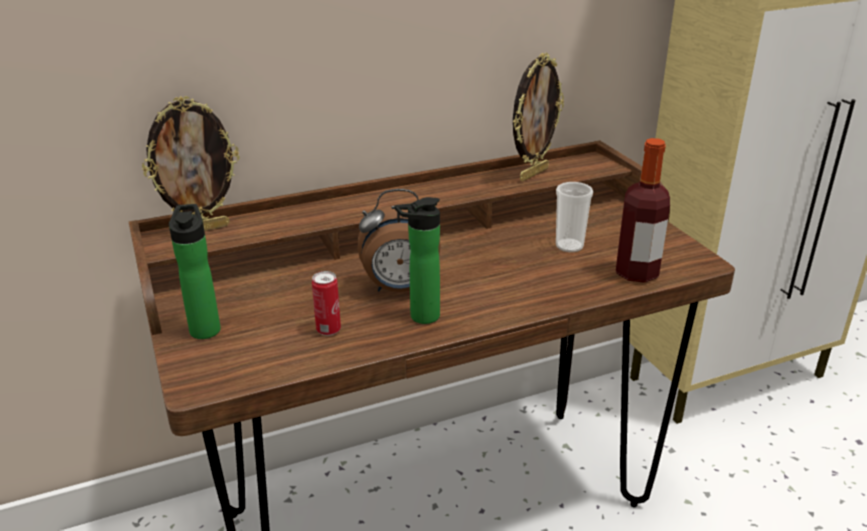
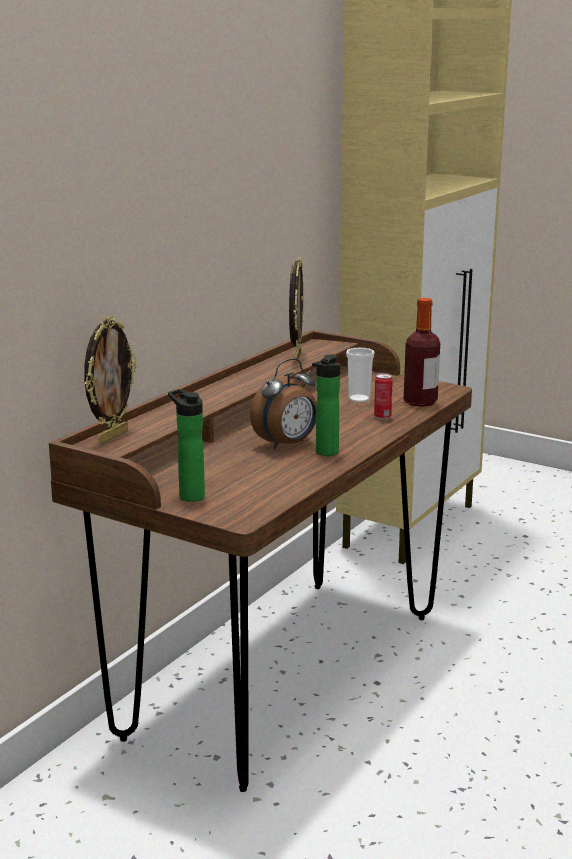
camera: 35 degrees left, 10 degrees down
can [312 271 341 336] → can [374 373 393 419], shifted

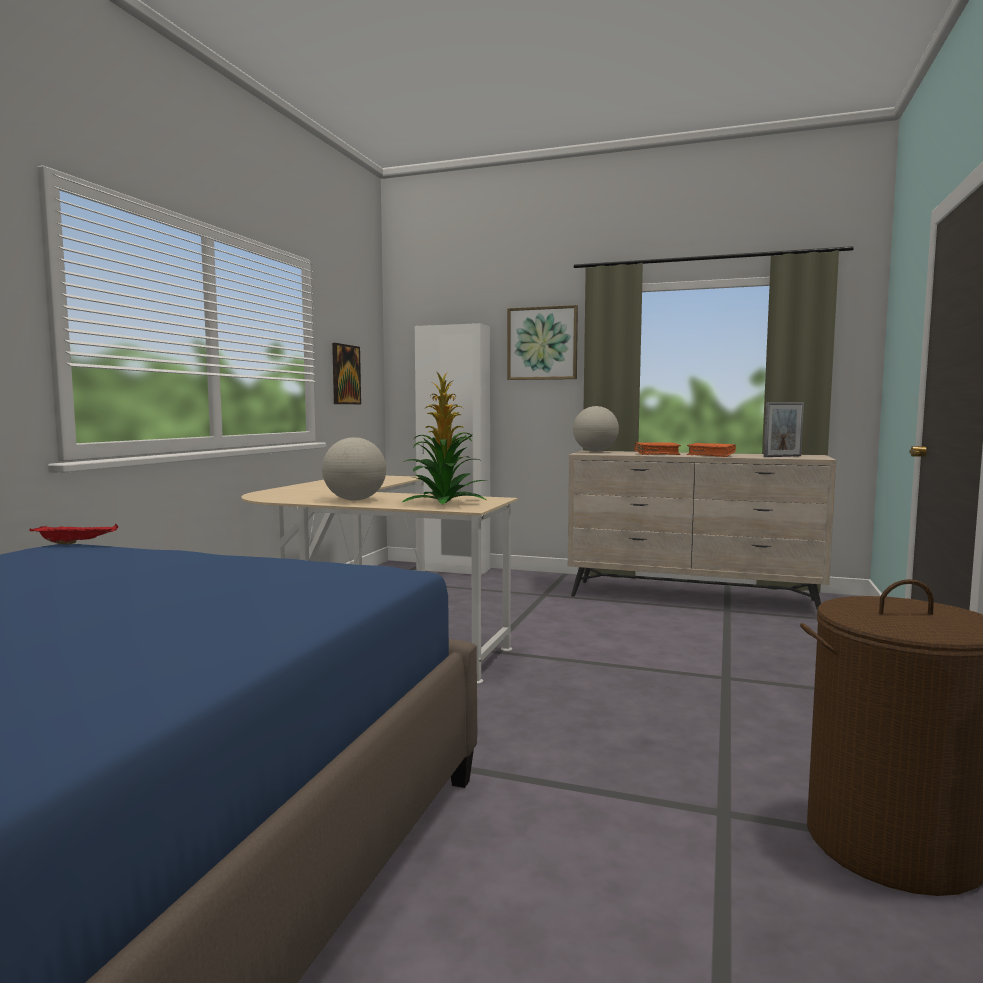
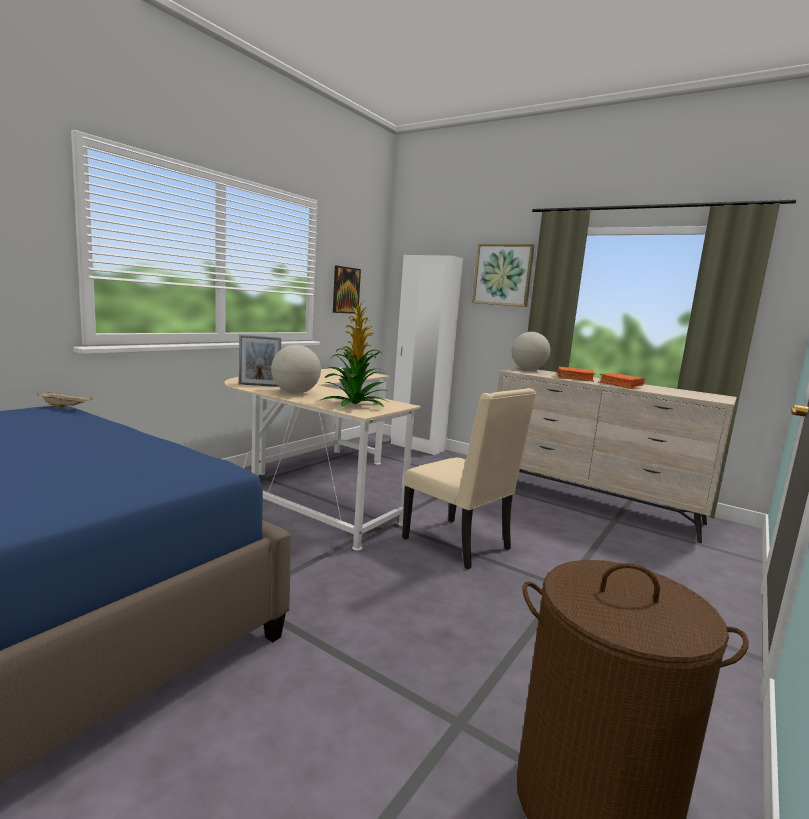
camera: 15 degrees right, 5 degrees up
- → chair (beige) [402 388 536 570]
picture frame [764 402 804 457] → picture frame [239 335 281 387], shifted
tray (red) [29 524 118 545] → tray (beige) [36 392 92 408]

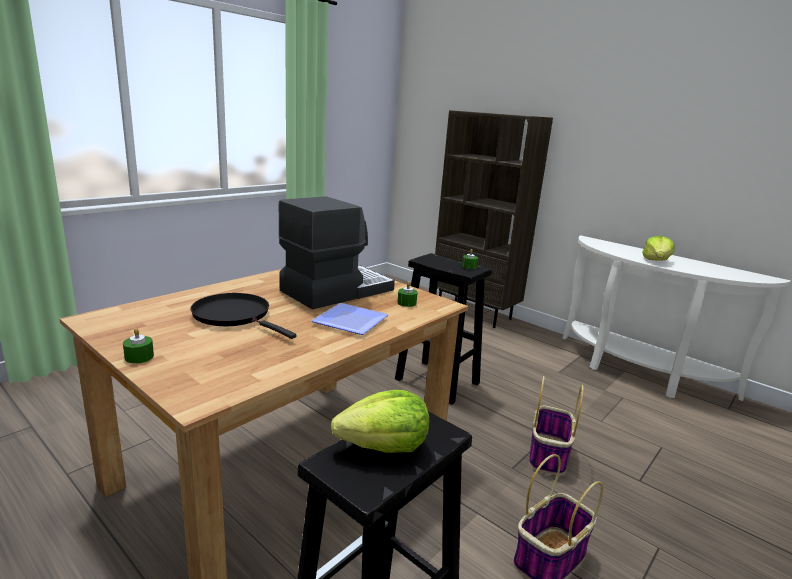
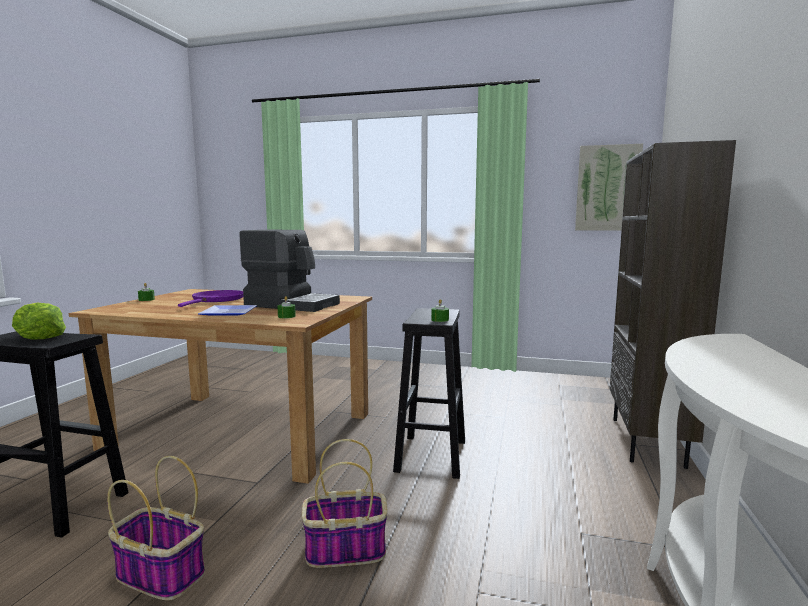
camera: 65 degrees right, 10 degrees down
lettuce [642 236 675 261] → -
- → picture [575 144 643 231]
frying pan (black) [190 293 297 339] → frying pan (purple) [178 290 243 307]

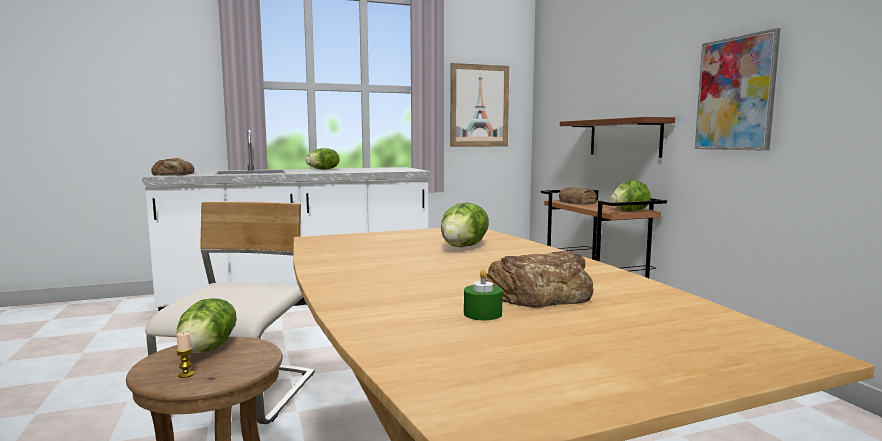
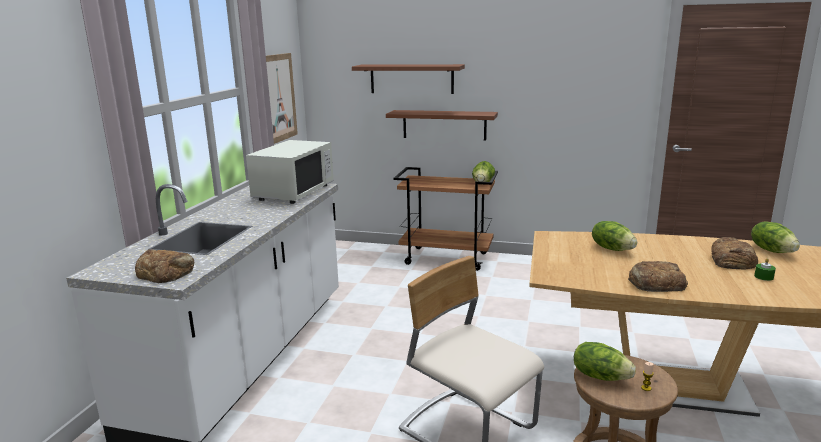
camera: 55 degrees left, 10 degrees up
picture [695 28 780 151] → -
- → microwave (white) [246 140 334 204]
- → shelf (brown) [352 64 465 94]
lettuce [305 148 339 170] → lettuce [751 221 800 253], shifted
bread [559 187 597 205] → bread [628 261 688 292], shifted

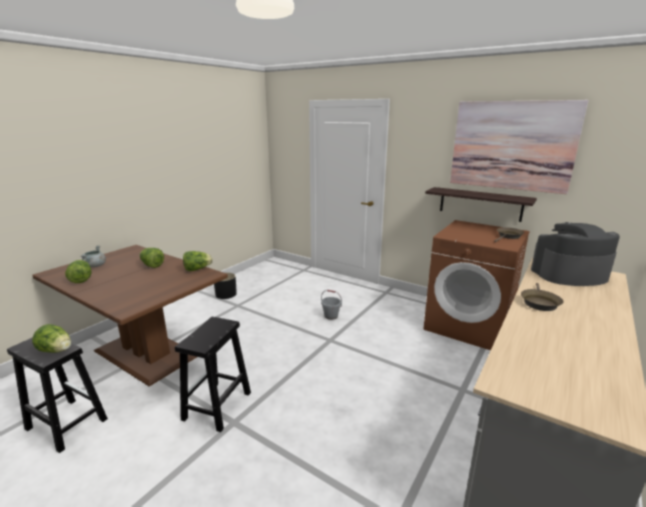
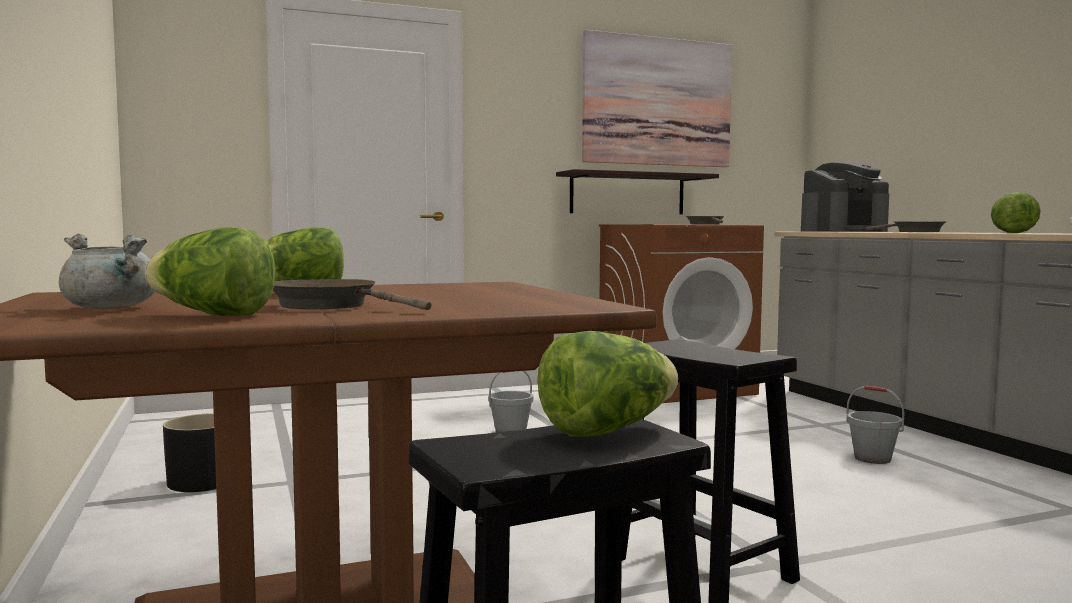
camera: 55 degrees left, 15 degrees down
- → frying pan (brown) [273 279 431 310]
- → bucket (grey) [846 385 905 464]
lettuce [183 251 213 271] → lettuce [991 192 1041 233], shifted
coffee machine [531 222 620 286] → coffee machine [801 162 889 232], 150 degrees counterclockwise

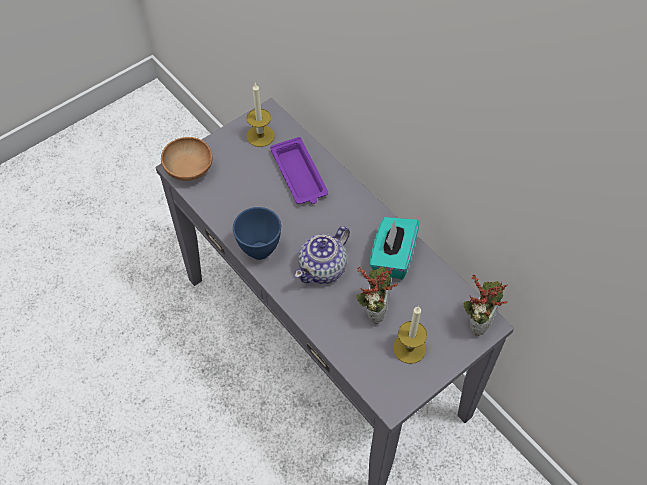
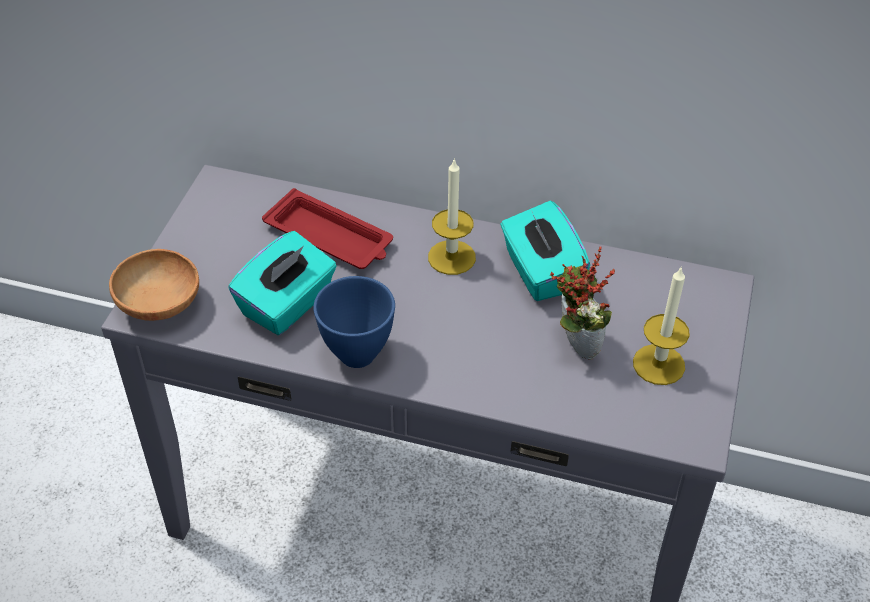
camera: 35 degrees left, 10 degrees down
teapot [294 226 350 284] → -
potted plant [464 275 508 336] → -
- → tissue box (turquoise) [228 231 337 335]
candle [246 83 275 147] → candle [428 158 476 275], shifted
tray (purple) [270 137 328 204] → tray (red) [262 188 393 269]

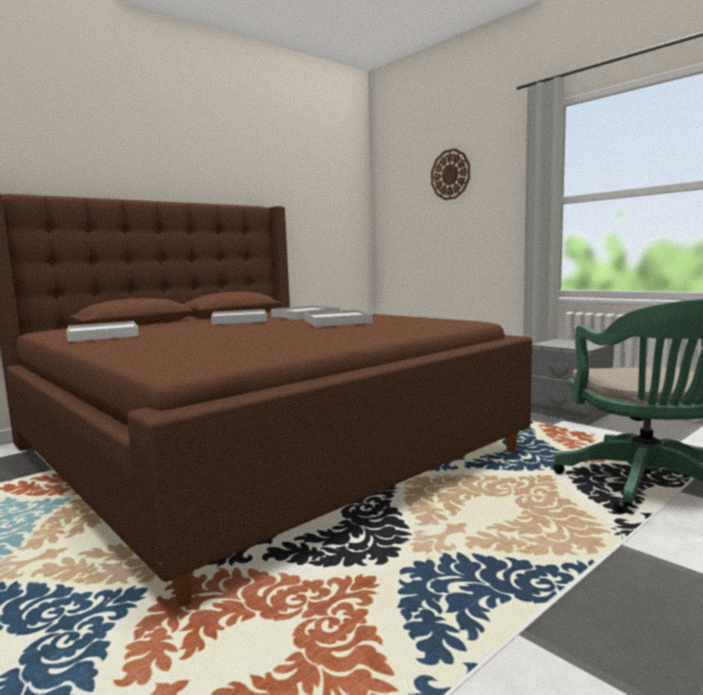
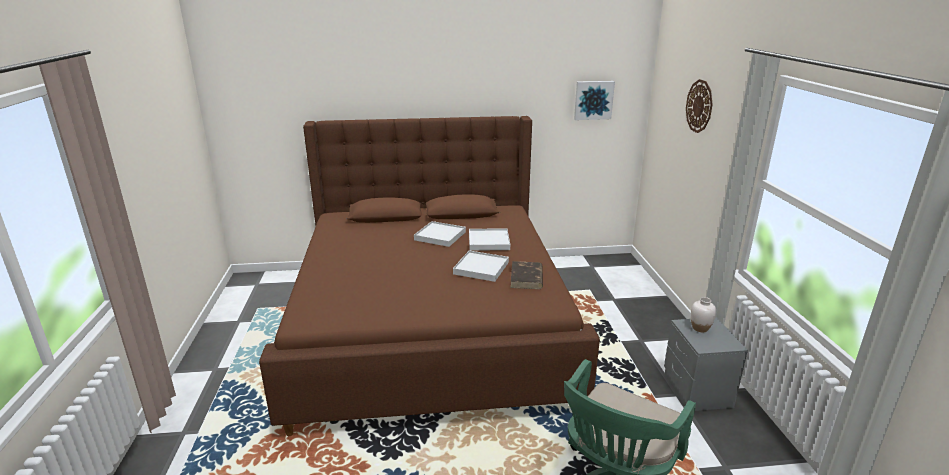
camera: 35 degrees right, 15 degrees up
tray (white) [66 321 139 342] → -
- → book (brown) [511 261 543 289]
- → picture [574 81 615 120]
- → vase (white) [691 297 716 332]

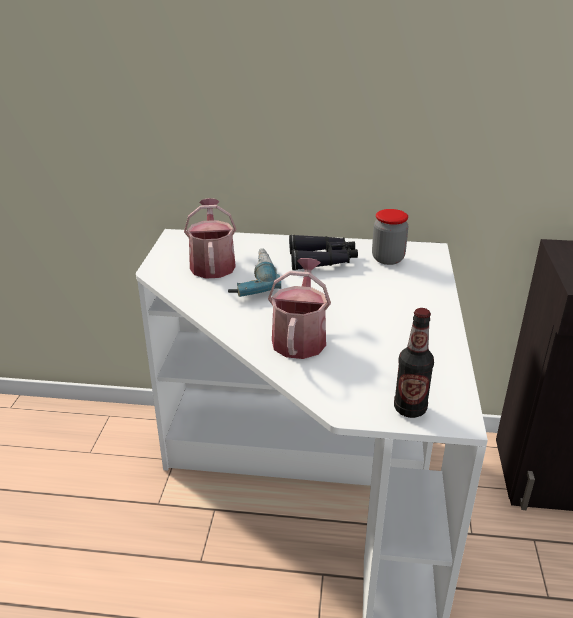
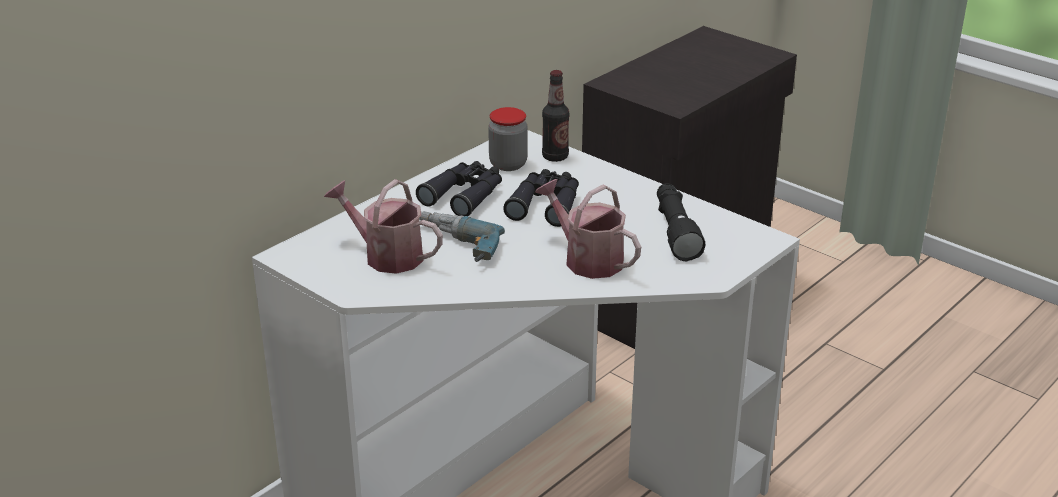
camera: 55 degrees left, 0 degrees up
- → binoculars (black) [503 169 579 227]
- → flashlight (black) [657 183 705 262]
bottle [394 308 434 418] → bottle [542 70 570 162], shifted

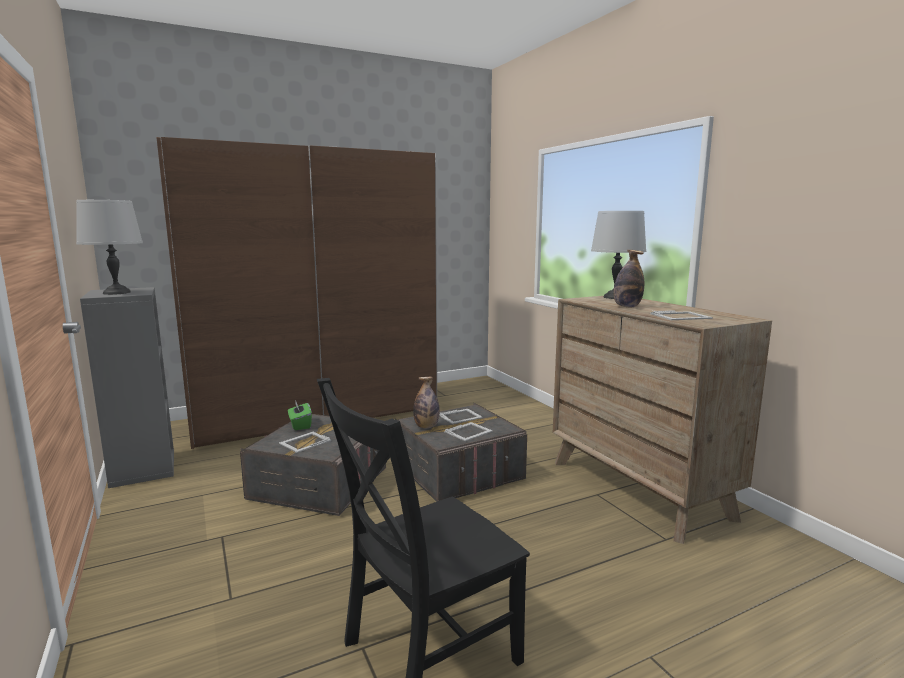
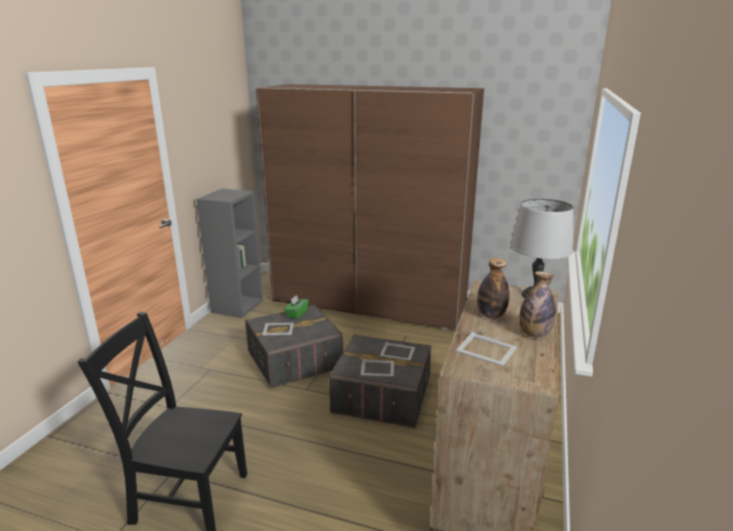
camera: 45 degrees right, 10 degrees up
table lamp (grey) [76 200 143 295] → -
bottle [413 377 440 428] → bottle [519 271 556 337], shifted

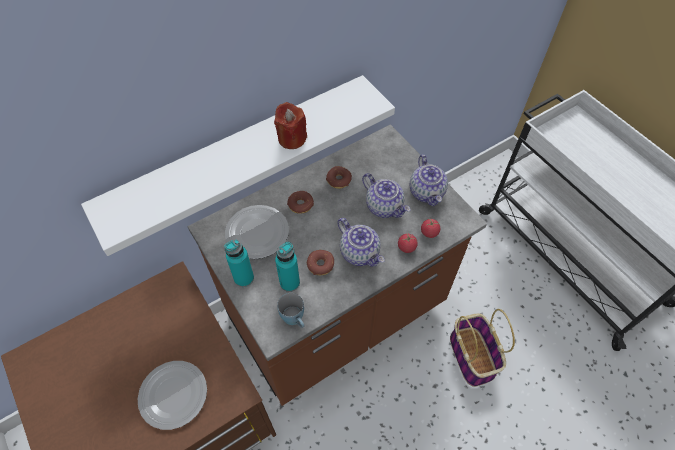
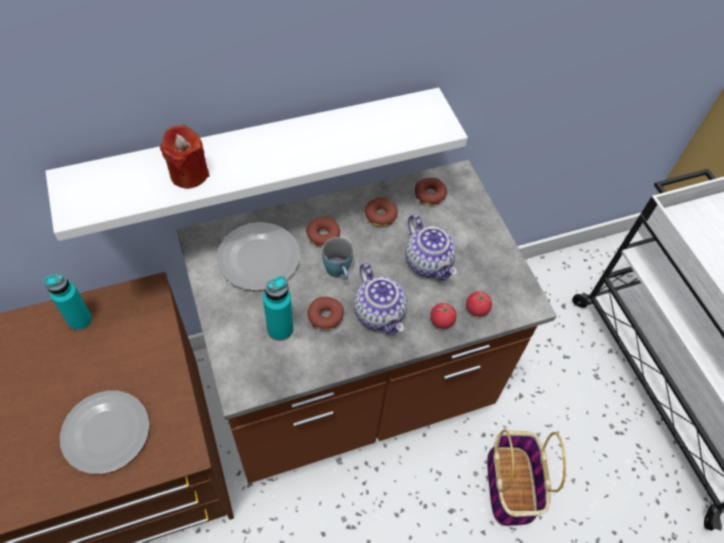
camera: 10 degrees right, 0 degrees up
teapot [410 155 448 206] → -
- → donut [415 178 447 205]
bottle (turquoise) [224 240 254 287] → bottle (turquoise) [44 274 92 331], shifted
candle (red) [274 102 307 149] → candle (red) [160 125 209 189], shifted
mug (blue) [277 293 305 328] → mug (blue) [322 237 353 280], shifted

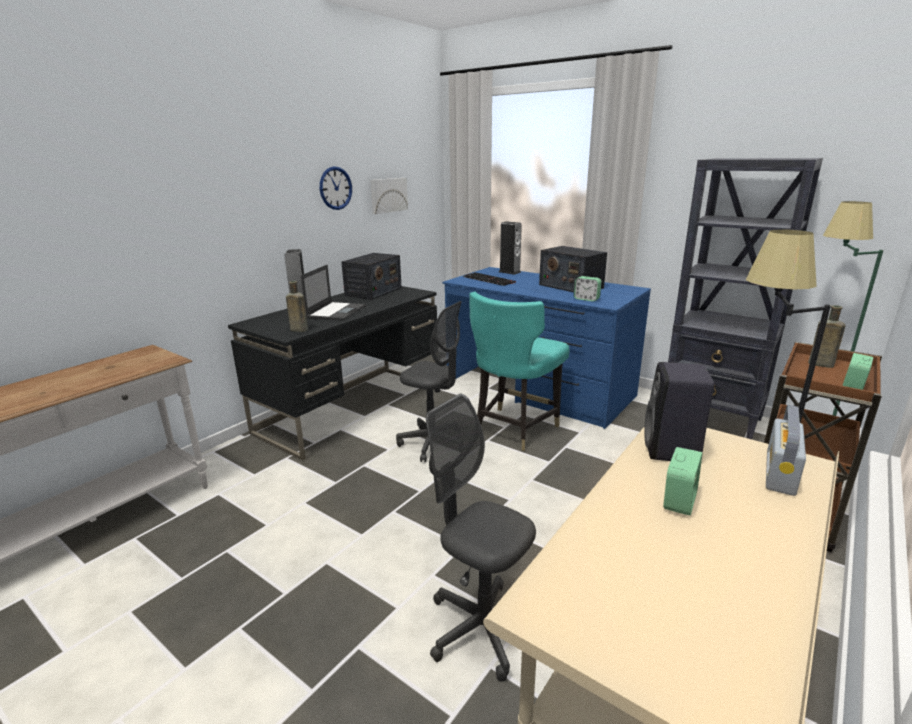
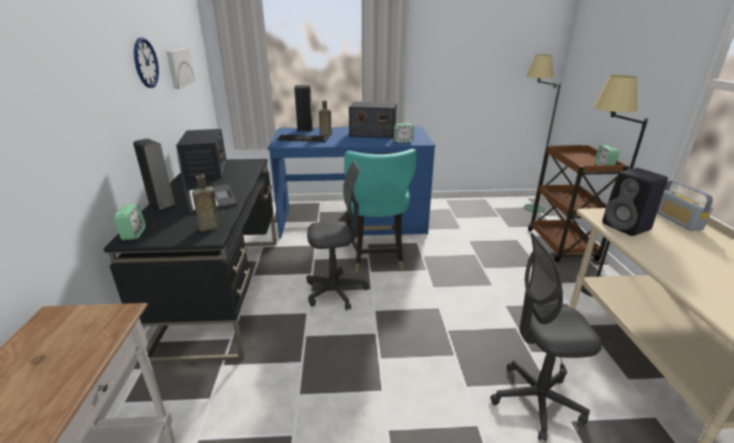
camera: 40 degrees left, 5 degrees up
bookcase (black) [668 158 823 440] → -
alarm clock [663 447 702 515] → alarm clock [114 204 146 240], shifted
bottle (brown) [808 305 845 368] → bottle (brown) [319 101 332 136], shifted

